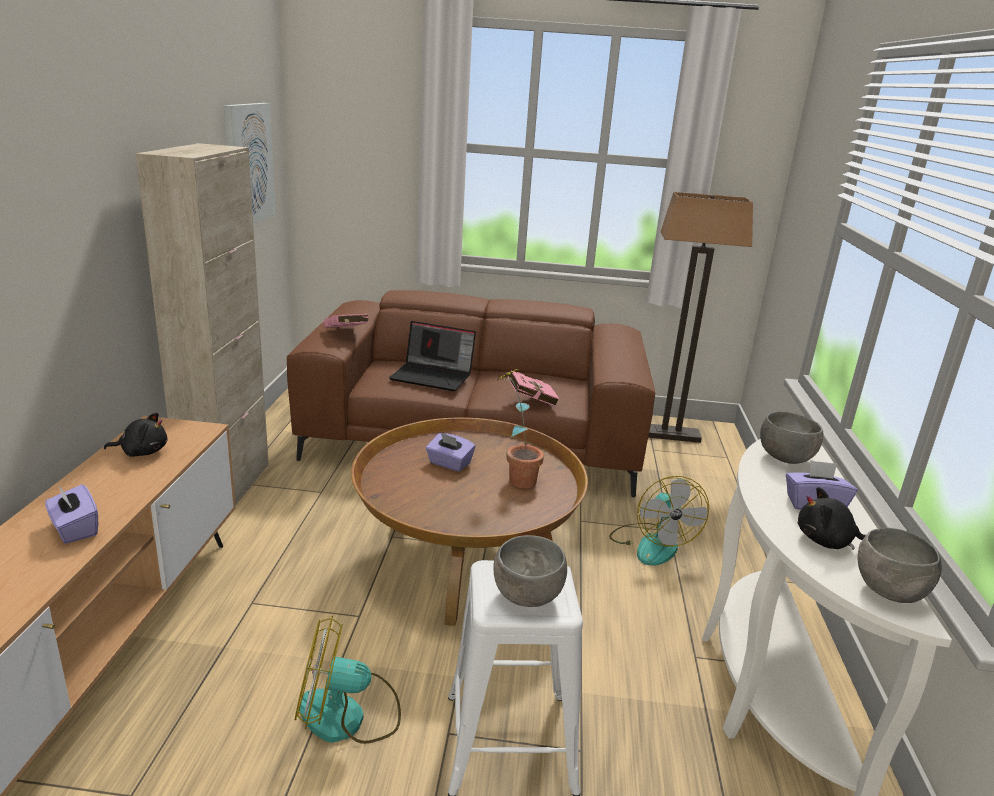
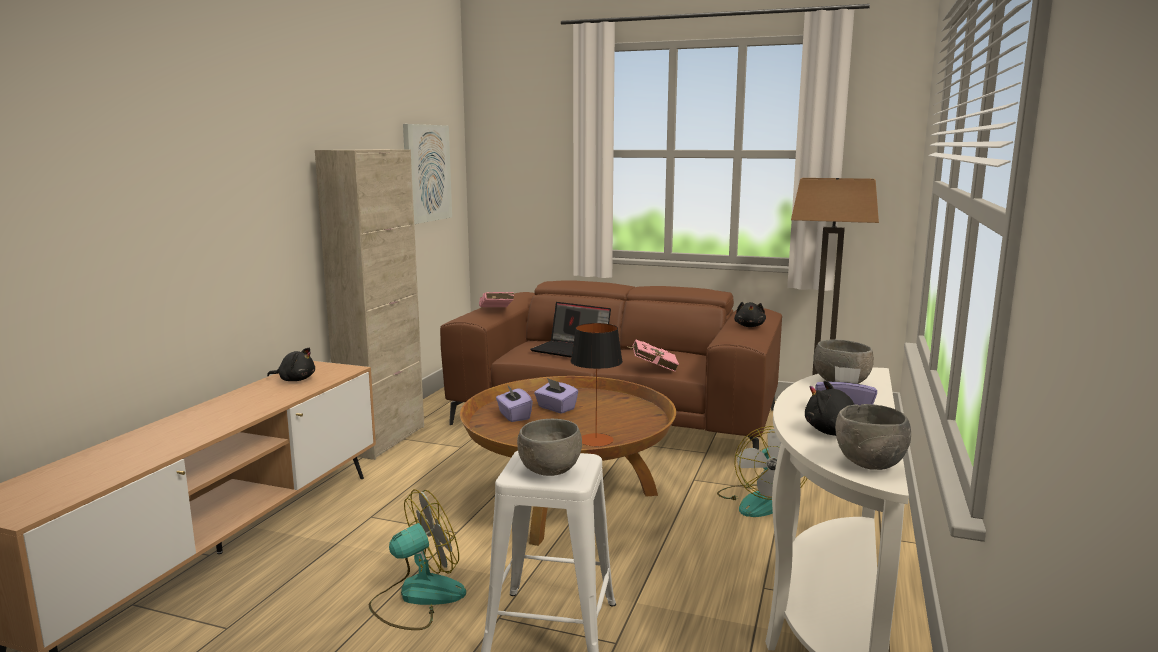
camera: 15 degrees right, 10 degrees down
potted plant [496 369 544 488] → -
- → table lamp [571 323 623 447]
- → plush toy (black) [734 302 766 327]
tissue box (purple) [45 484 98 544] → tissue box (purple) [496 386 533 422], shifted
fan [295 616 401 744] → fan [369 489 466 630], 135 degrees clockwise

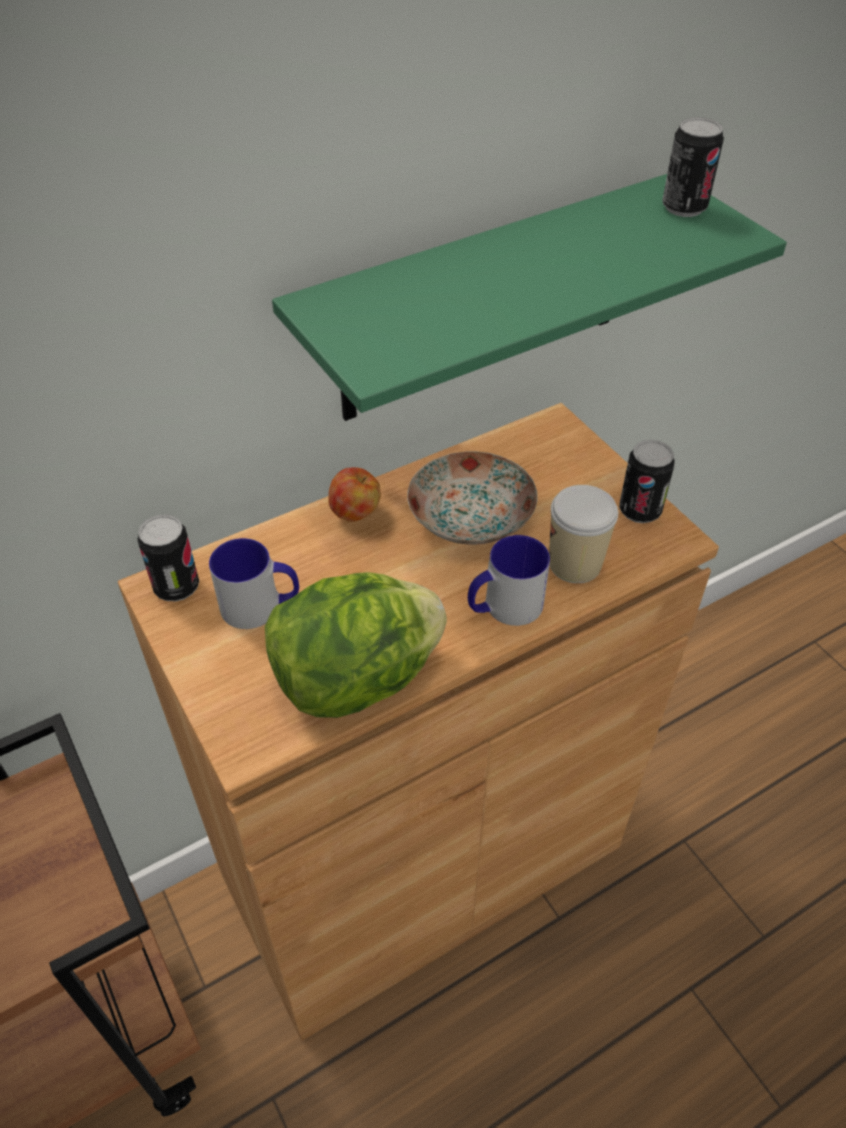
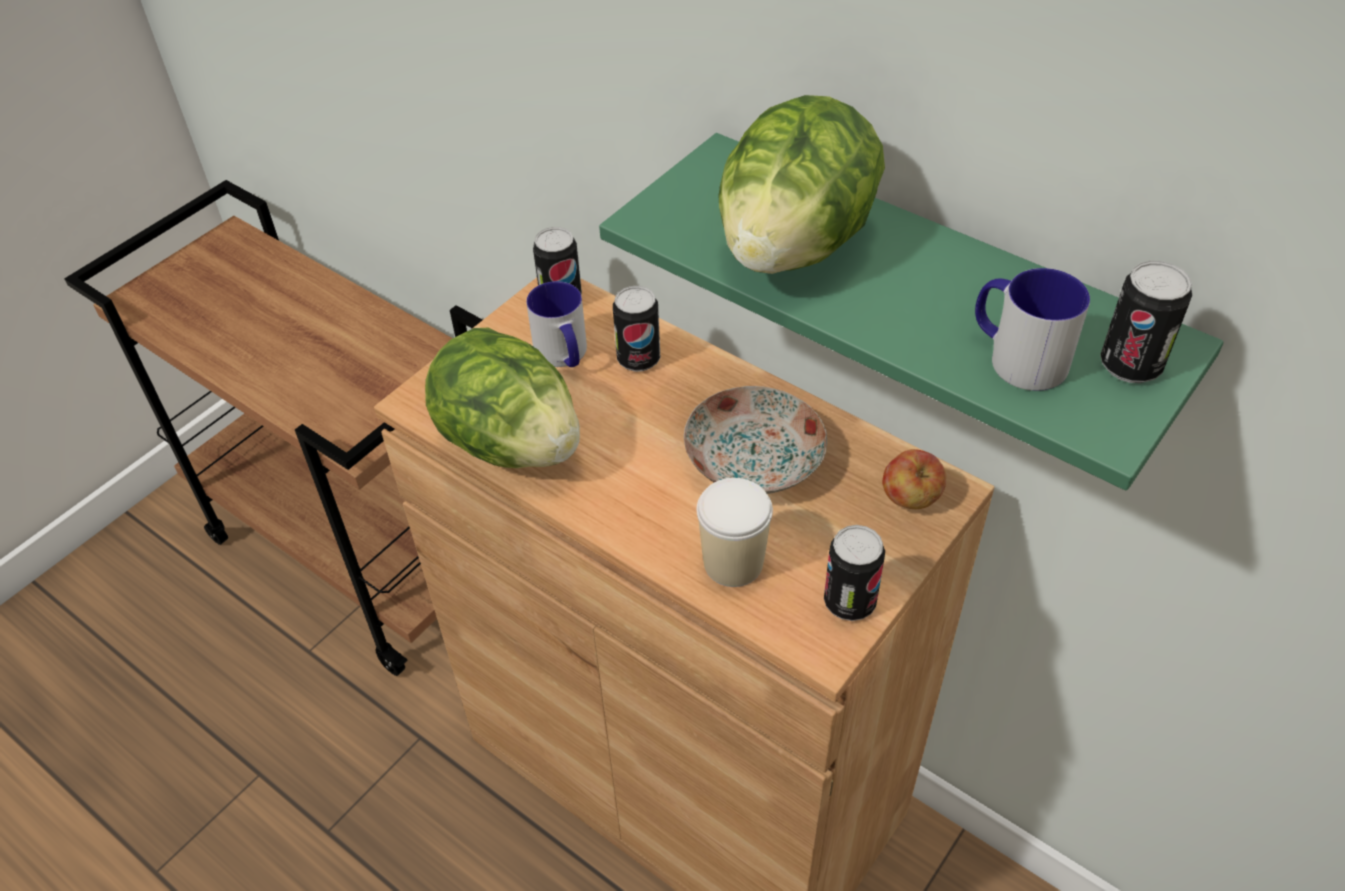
camera: 70 degrees right, 0 degrees up
- → can [613 286 660 372]
- → lettuce [718 95 885 274]
apple [328 467 381 522] → apple [882 449 946 509], shifted
mug [468 535 550 626] → mug [975 268 1090 391], shifted

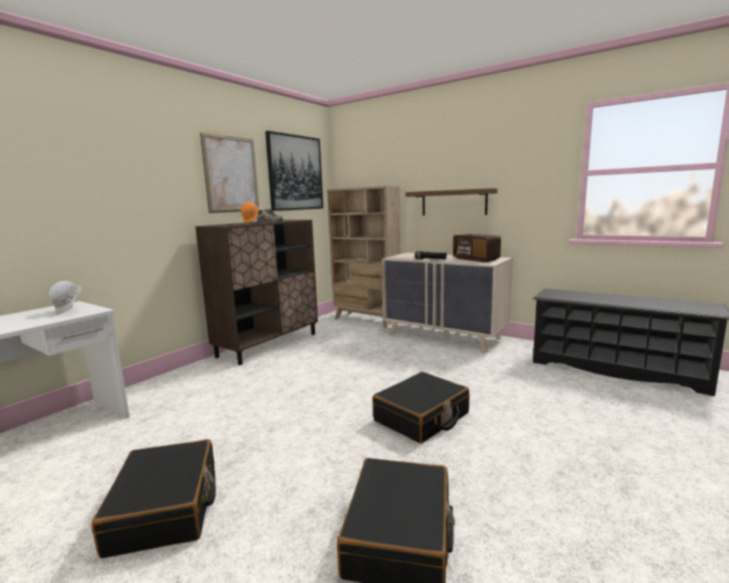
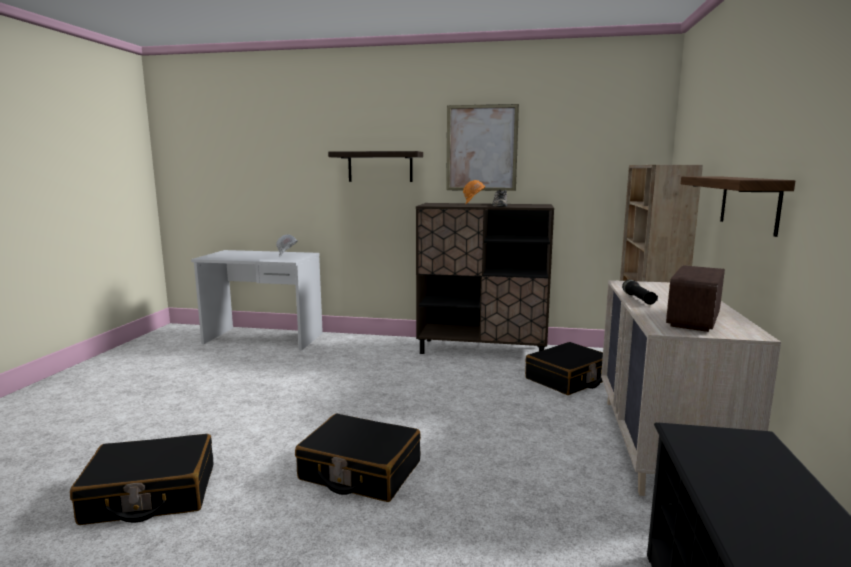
camera: 65 degrees right, 0 degrees up
picture [265 131 323 211] → -
- → shelf [328 151 423 182]
suitcase (black) [91 439 216 558] → suitcase (black) [525 342 603 395], shifted

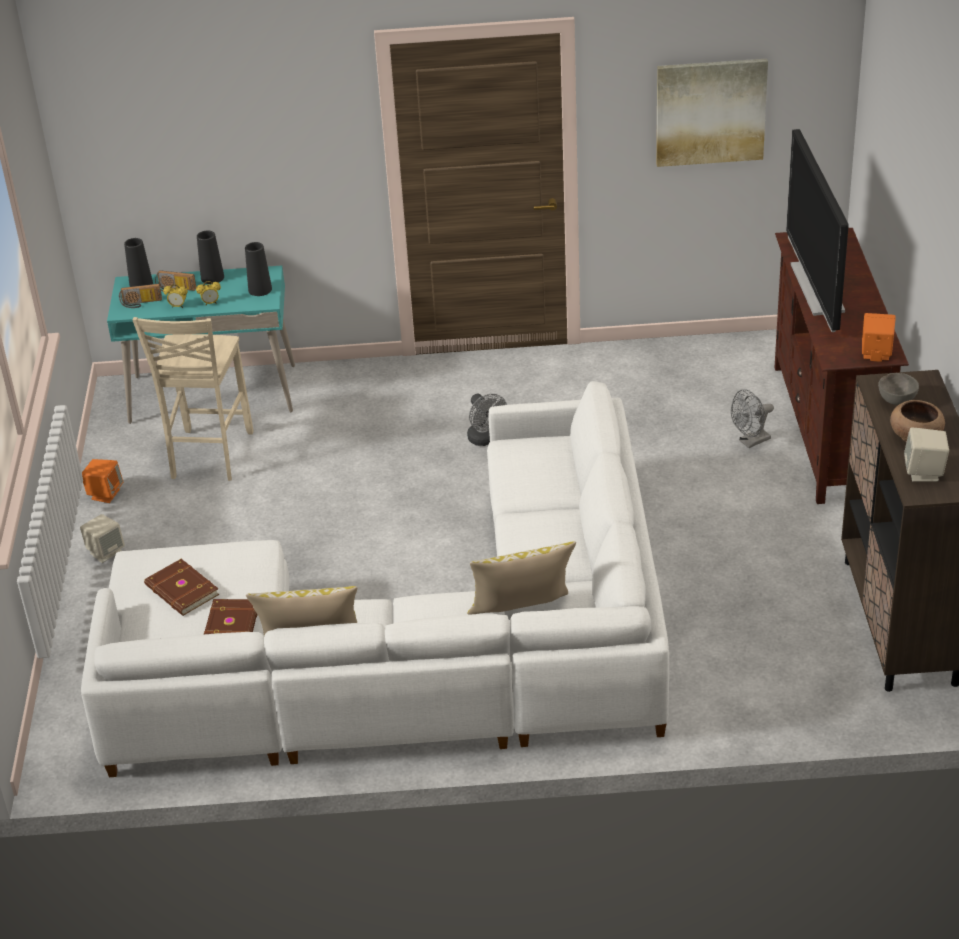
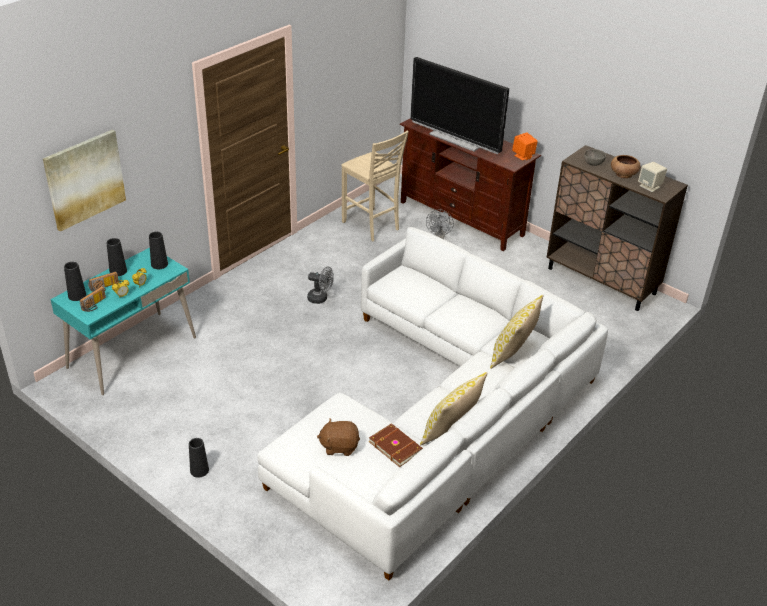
camera: 50 degrees left, 0 degrees up
speaker (orange) [82 459 123 503] → -
chair (beige) [132 317 253 481] → chair (beige) [341 131 409 242], shifted
picture [656 58 768 167] → picture [43 129 126 232], shifted
speaker (beige) [80 514 125 563] → vase (black) [189 438 209 478]
book (brown) [144 559 219 616] → plush toy (brown) [317 418 360 456]

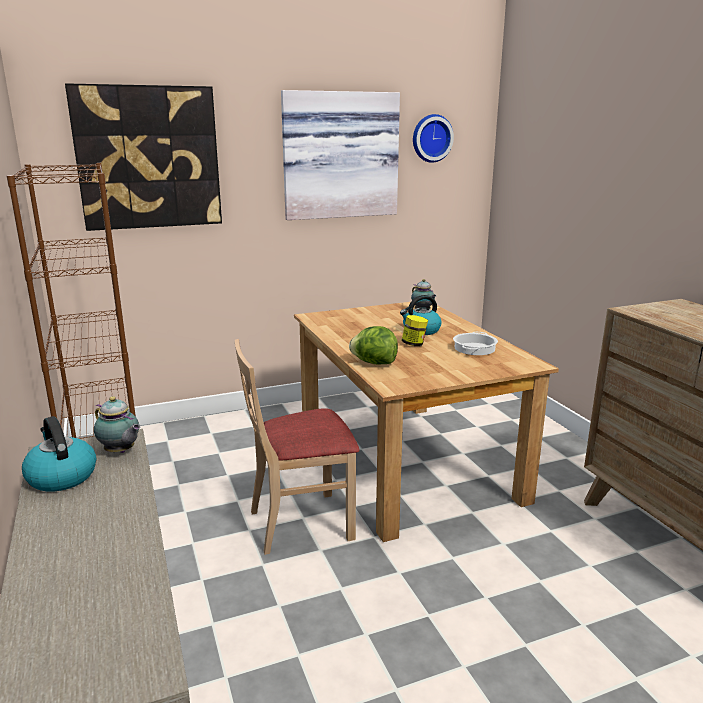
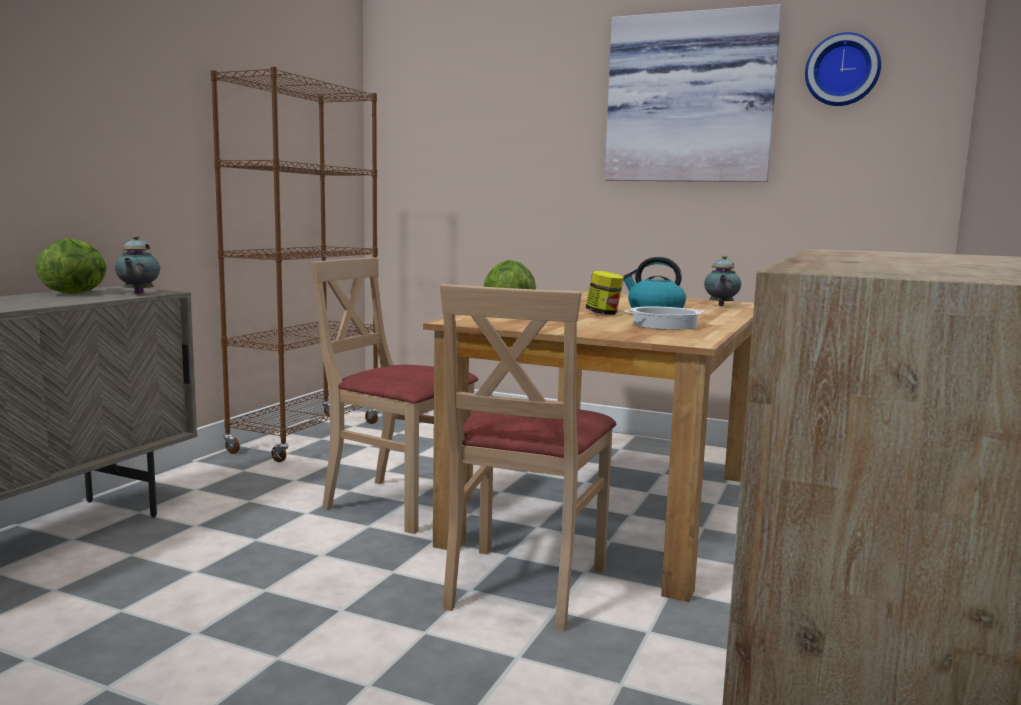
camera: 45 degrees right, 10 degrees down
picture [65 83 222 231] → -
- → chair (beige) [440 284 616 632]
kettle [22 416 96 492] → lettuce [36 238 107 293]

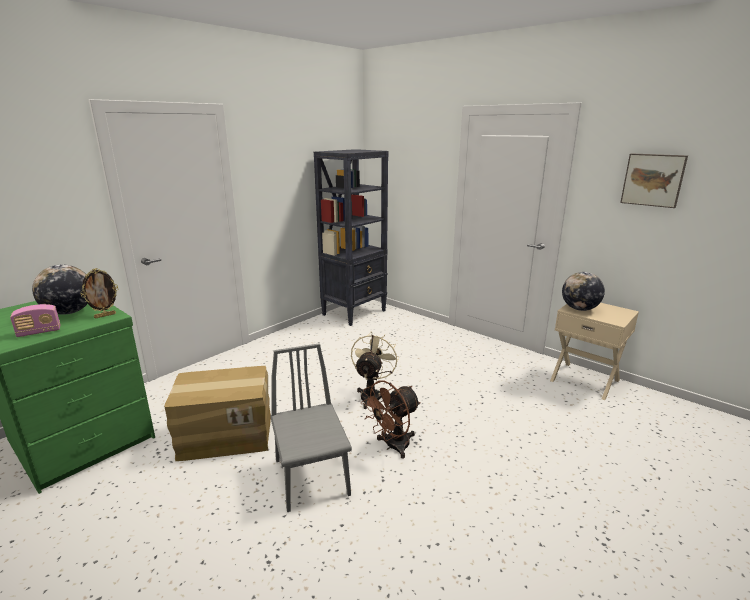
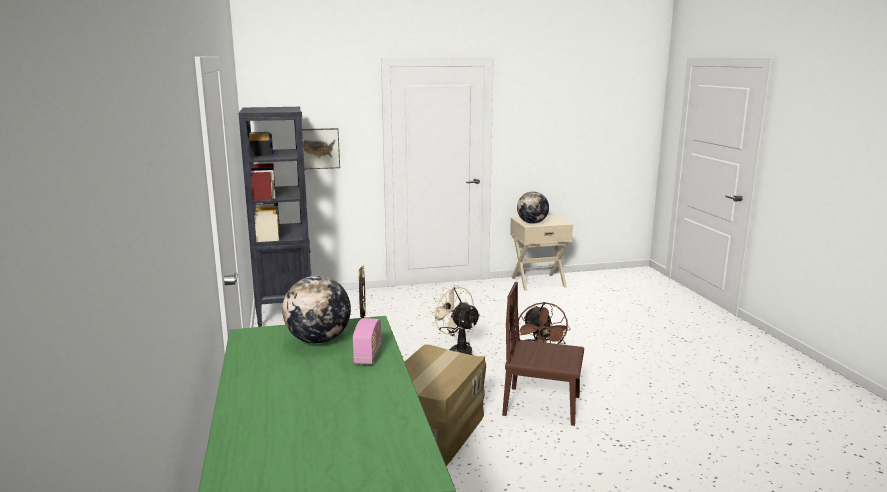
camera: 55 degrees left, 5 degrees down
picture [620 153 688 208] → picture [302 128 340 169], shifted
chair (grey) [270 343 352 512] → chair (brown) [502 282 584 426]

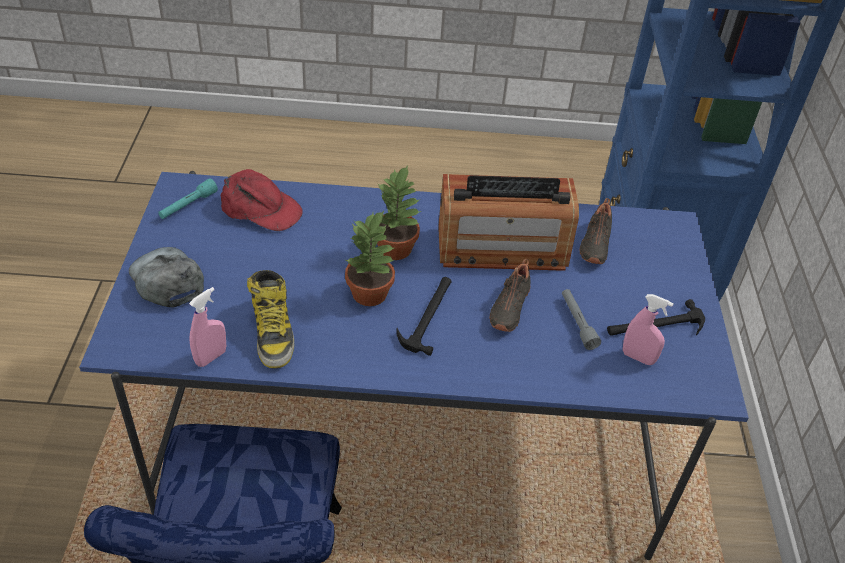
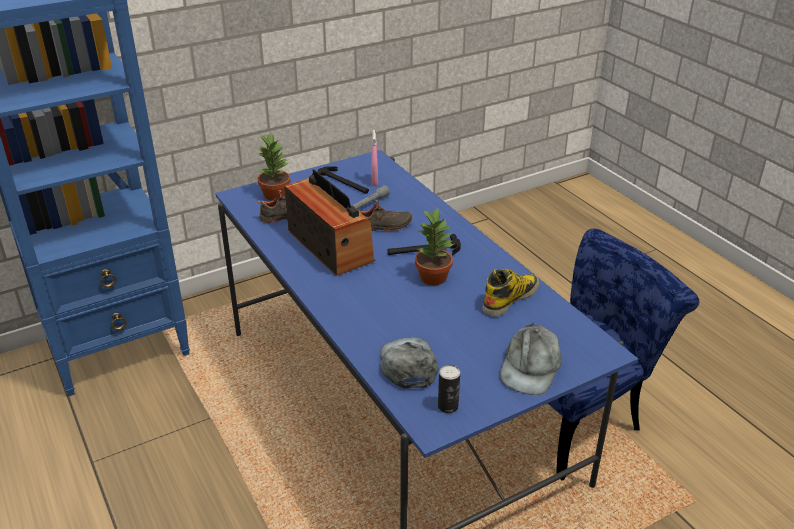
camera: 120 degrees left, 10 degrees down
spray bottle (pink) [189 287 226 367] → -
potted plant [377 165 422 260] → potted plant [257 132 291 201], shifted
flashlight (turquoise) [158 178 218 219] → can [438 365 460 413]
cap (red) [221 169 303 231] → cap (grey) [380 337 438 389]

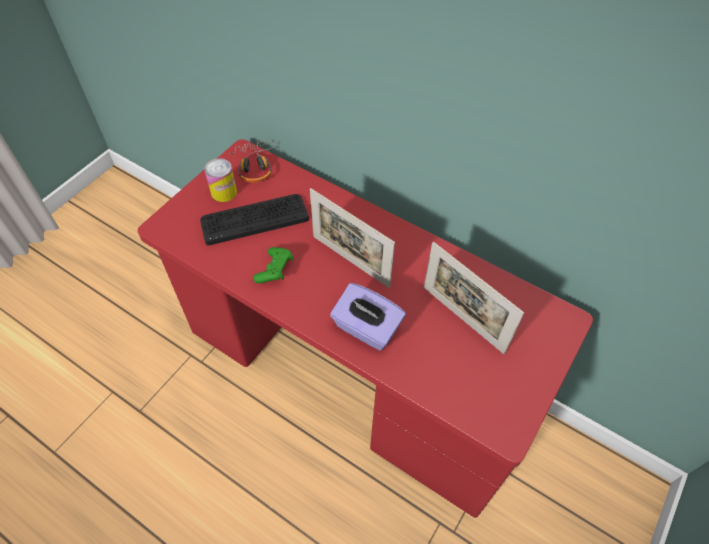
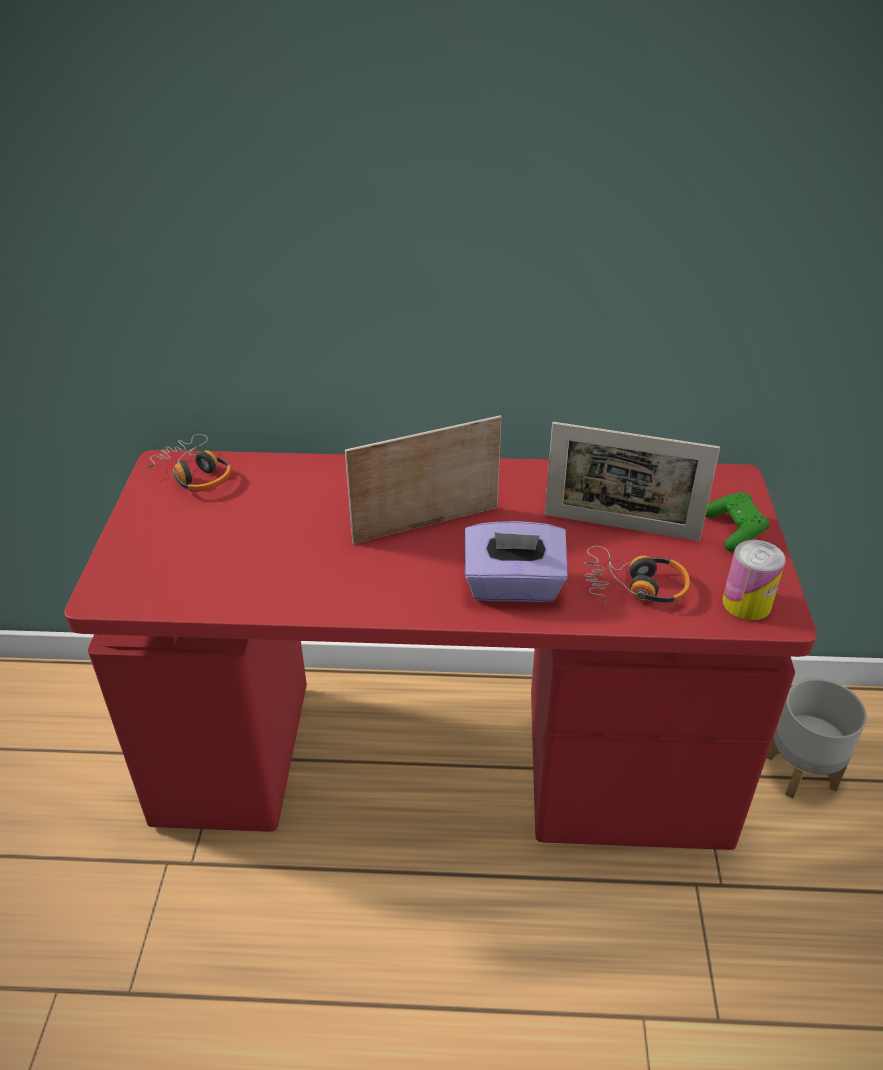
camera: 30 degrees left, 15 degrees down
keyboard [200 194 309 246] → -
- → headphones [583 546 690 606]
- → planter (grey) [767 678 867 798]
can [204 158 237 202] → can [723 540 786 621], shifted
game controller (green) [253 247 294 284] → game controller (green) [705 492 769 552], shifted
picture frame [310 188 395 288] → picture frame [345 415 501 544], 150 degrees clockwise

